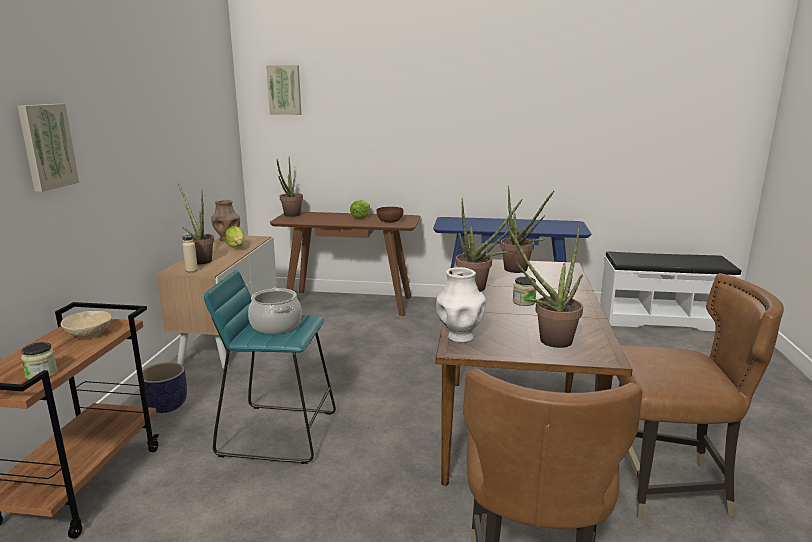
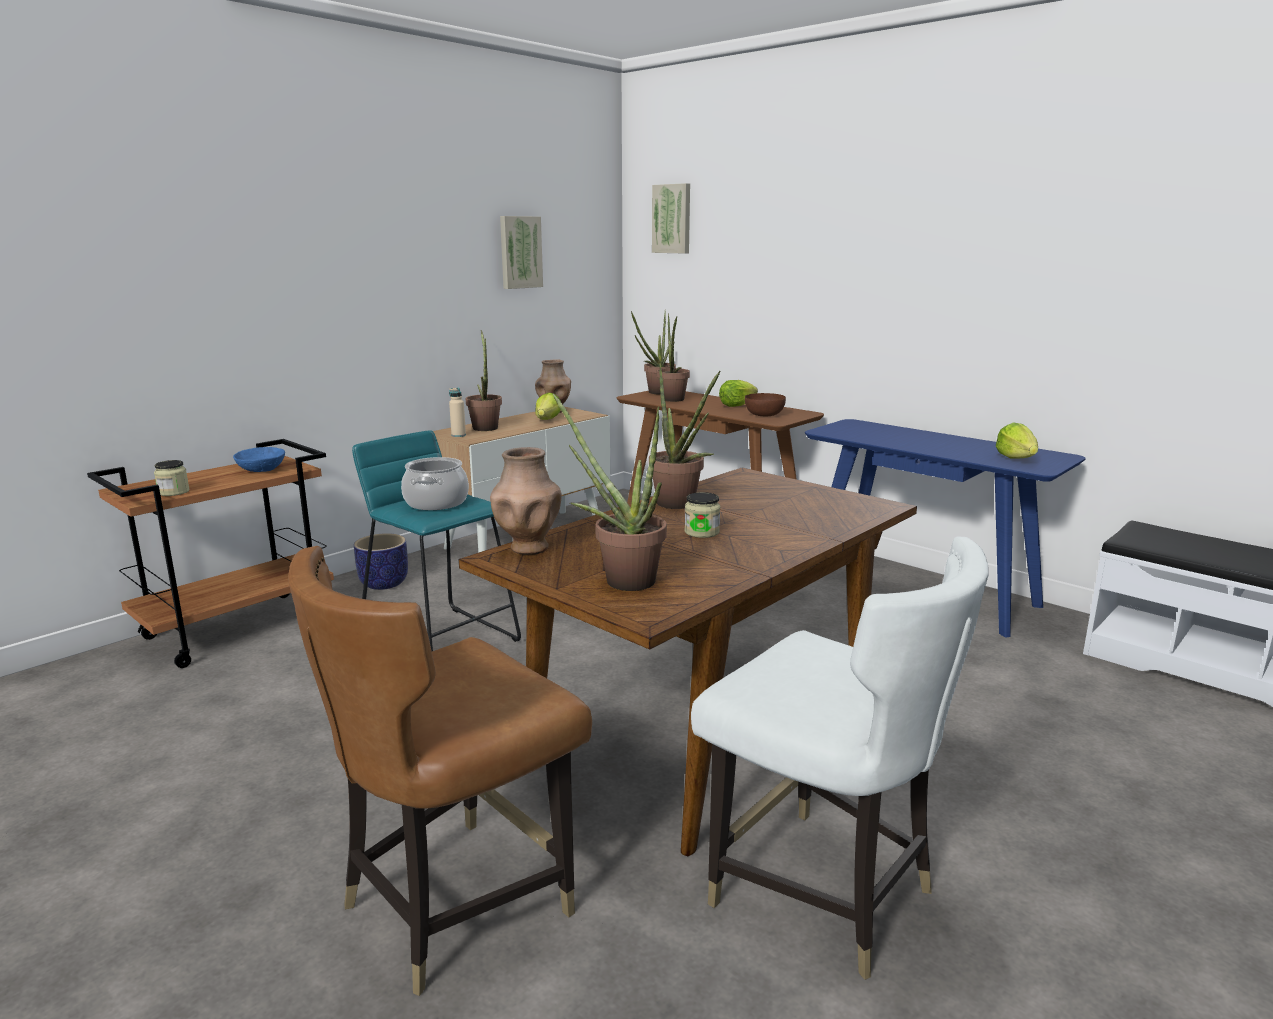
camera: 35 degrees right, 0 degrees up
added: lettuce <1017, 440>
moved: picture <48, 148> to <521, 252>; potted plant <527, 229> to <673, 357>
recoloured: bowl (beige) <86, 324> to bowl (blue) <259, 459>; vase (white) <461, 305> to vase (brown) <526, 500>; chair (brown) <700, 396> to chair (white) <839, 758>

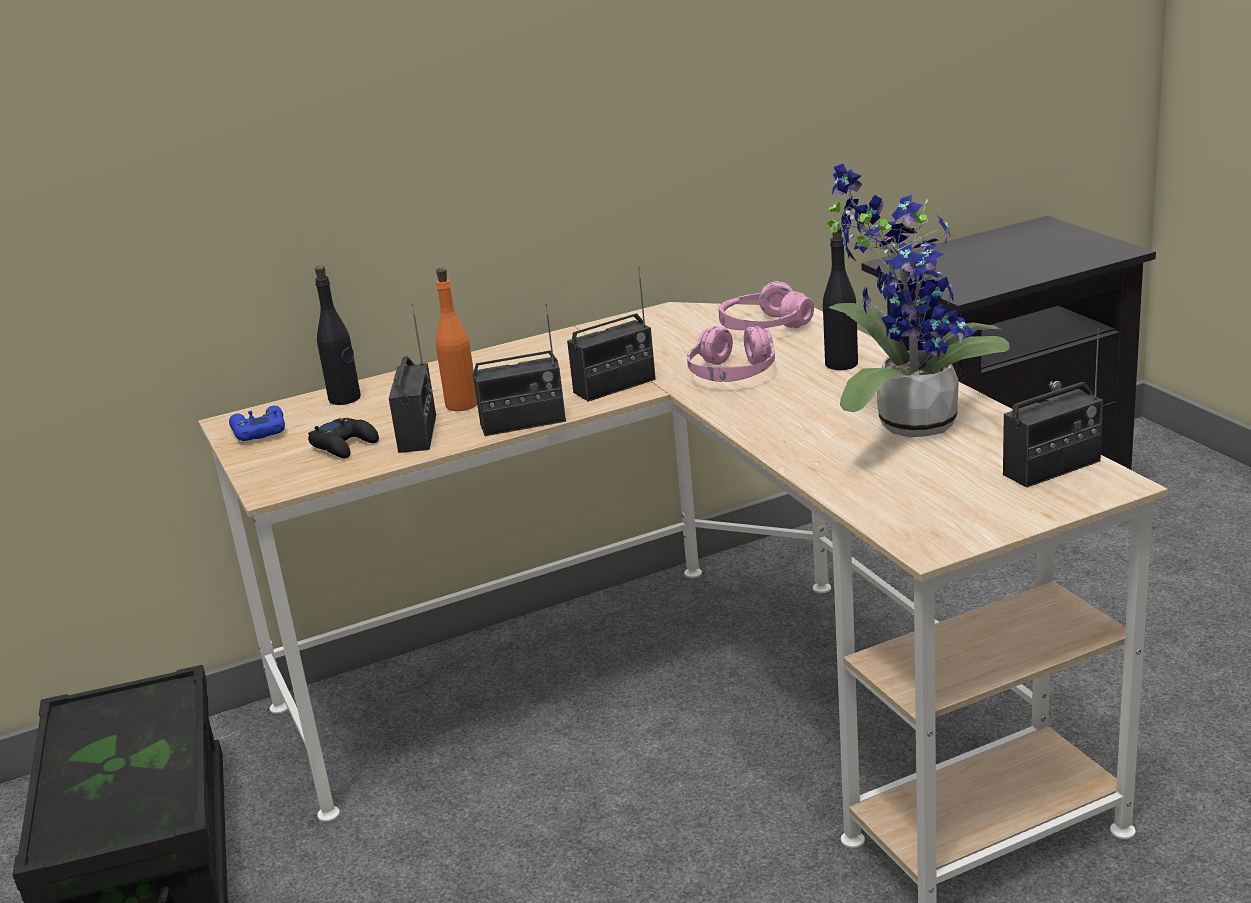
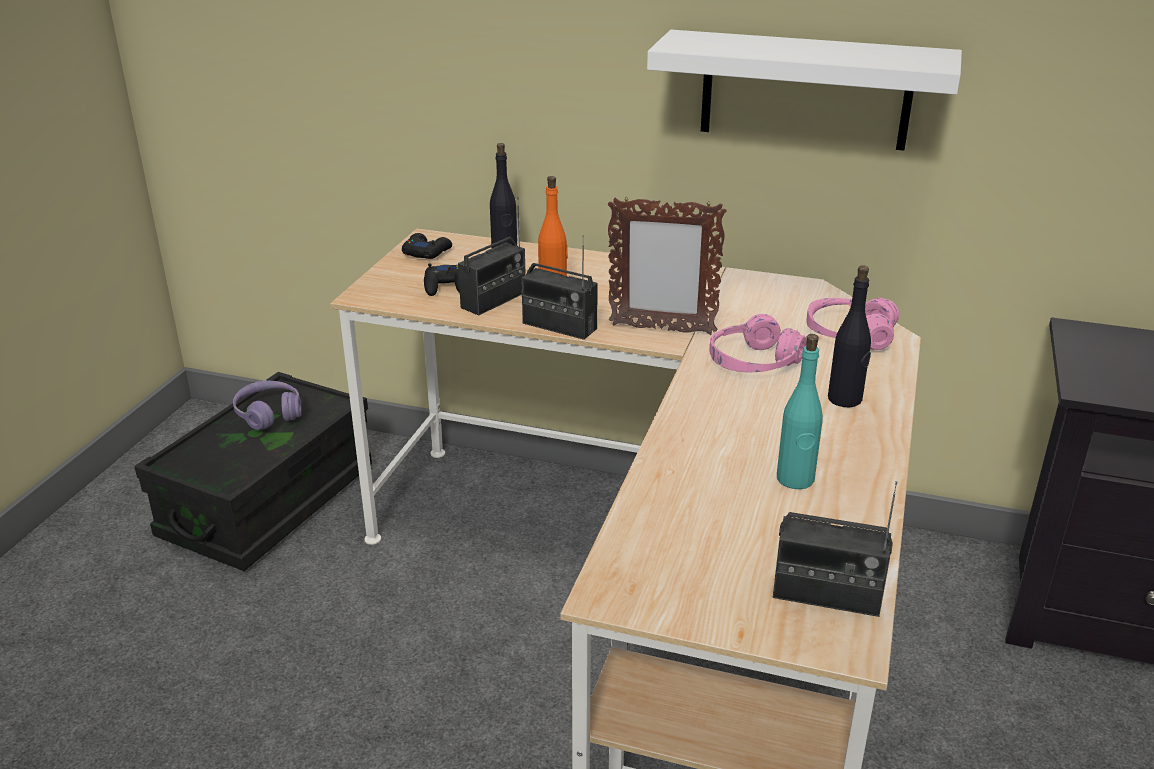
camera: 40 degrees right, 5 degrees up
added: headphones (purple) <267, 405>; shelf (white) <804, 90>
replaced: radio <611, 334> to picture frame <667, 266>; potted plant <919, 300> to bottle (turquoise) <800, 411>
recoloured: game controller (blue) <257, 423> to game controller (black) <427, 246>

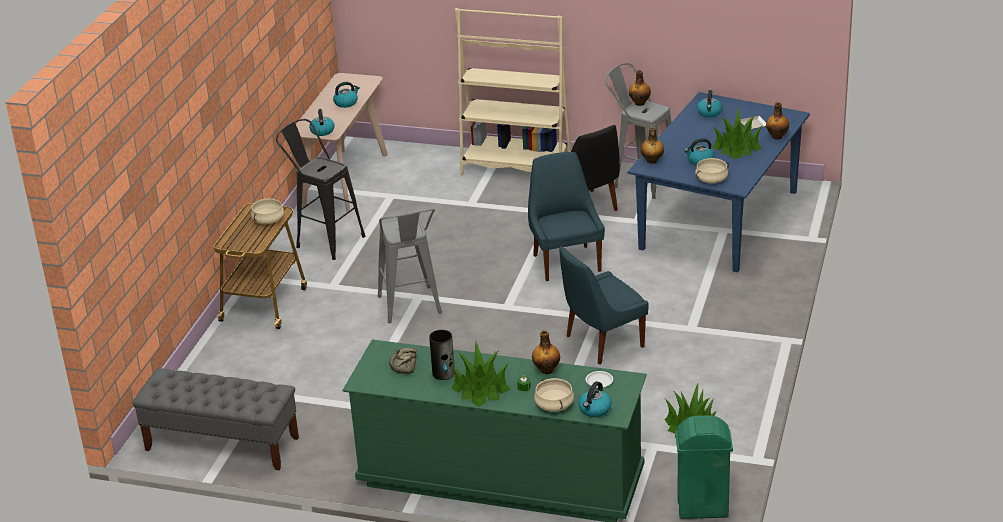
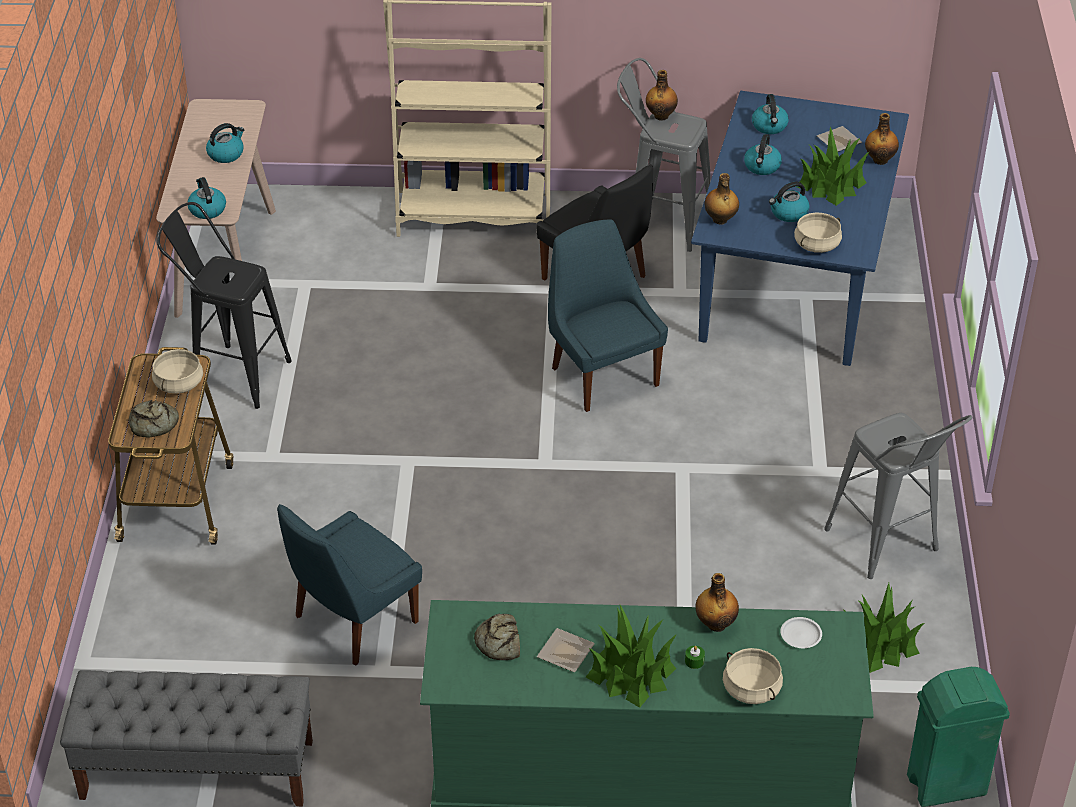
camera: 15 degrees left, 10 degrees up
added: bread <154, 418>
moved: stool (grey) <410, 266> to <898, 496>; chair (blue) <604, 305> to <349, 585>; kettle <595, 399> to <763, 154>
replaced: vase <442, 355> to plate <566, 650>

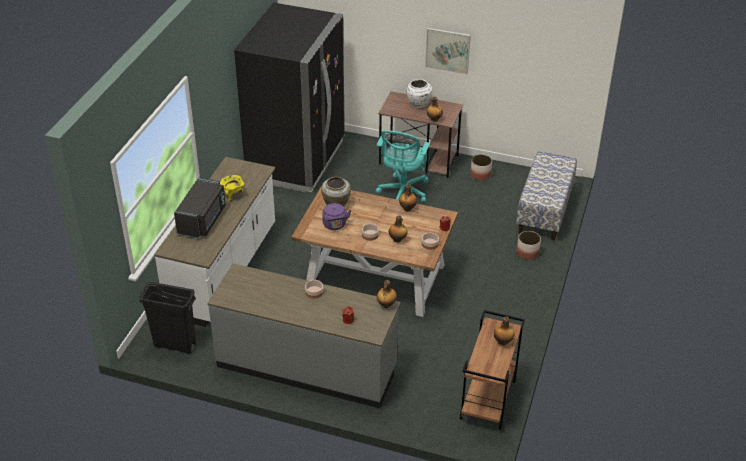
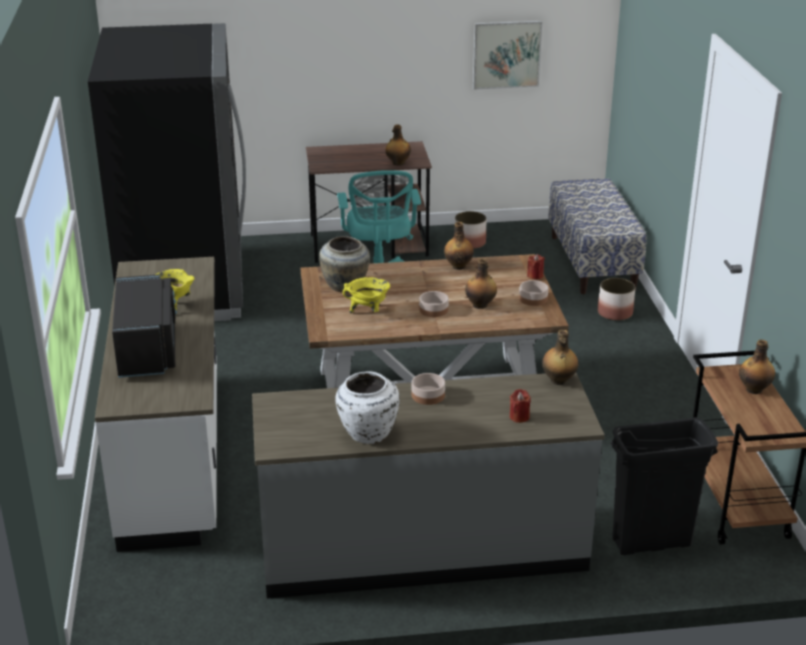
camera: 25 degrees left, 10 degrees down
moved: trash can (black) <167, 317> to <664, 486>; vase (white) <419, 94> to <367, 407>; picture <448, 51> to <507, 55>
replaced: kettle (purple) <336, 216> to cooking pot (yellow) <366, 295>

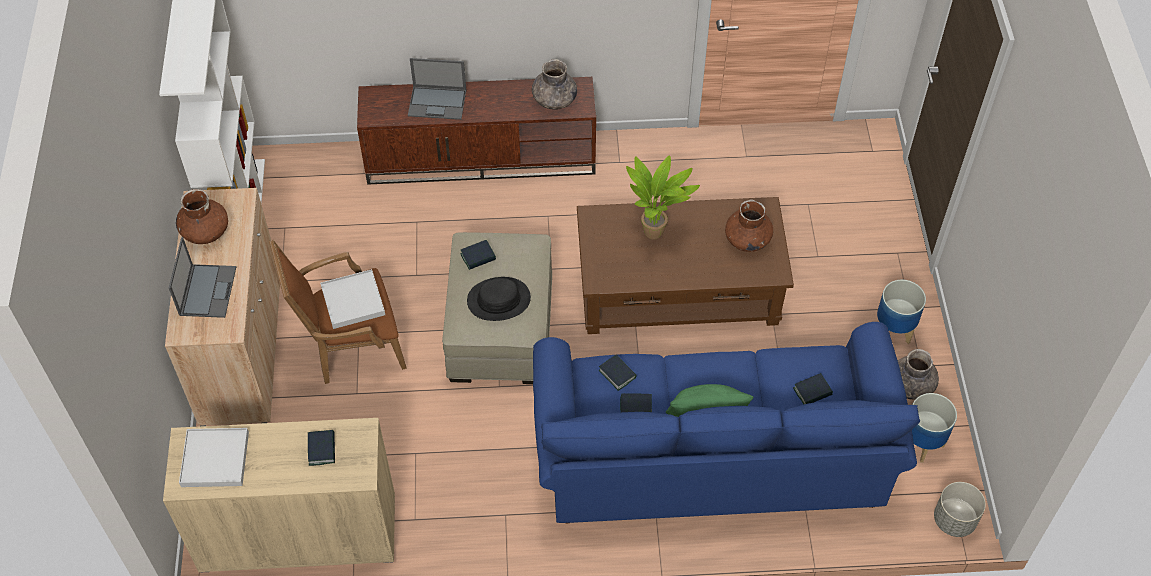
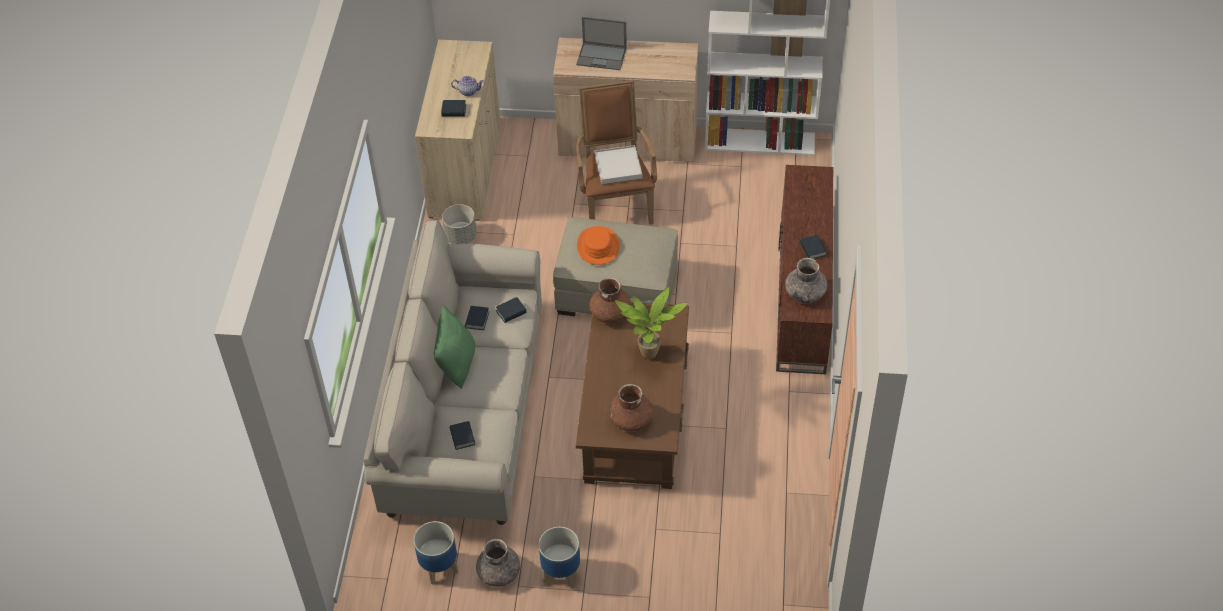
camera: 100 degrees right, 5 degrees down
removed: tray (white) <214, 457>; laptop <437, 89>
added: teapot <467, 86>
moved: vase (brown) <202, 216> to <610, 300>; book <478, 255> to <813, 247>; planter (grey) <960, 509> to <459, 224>
recoloured: hat (black) <499, 299> to hat (orange) <598, 245>; sofa (blue) <726, 423> to sofa (beige) <453, 372>

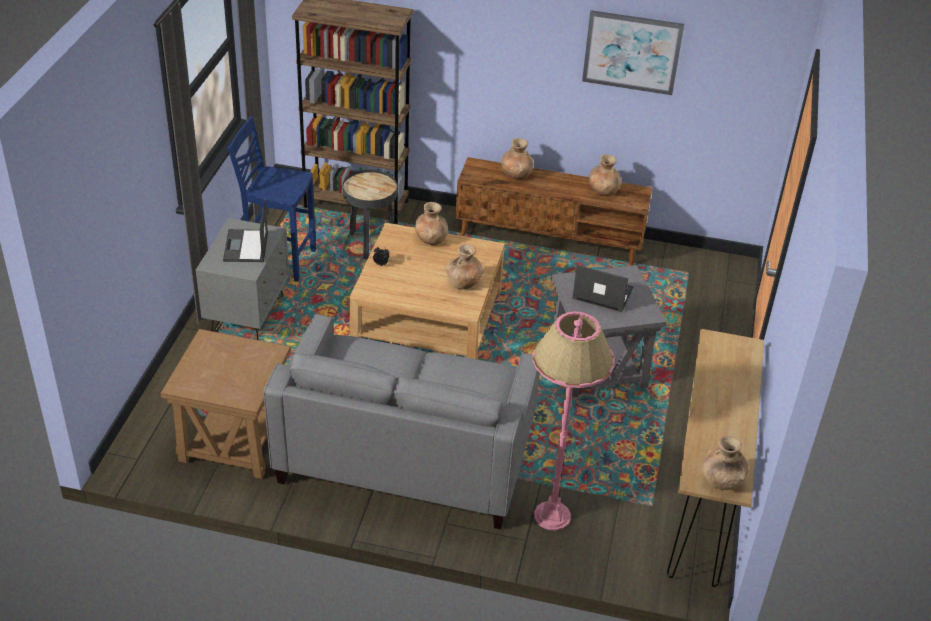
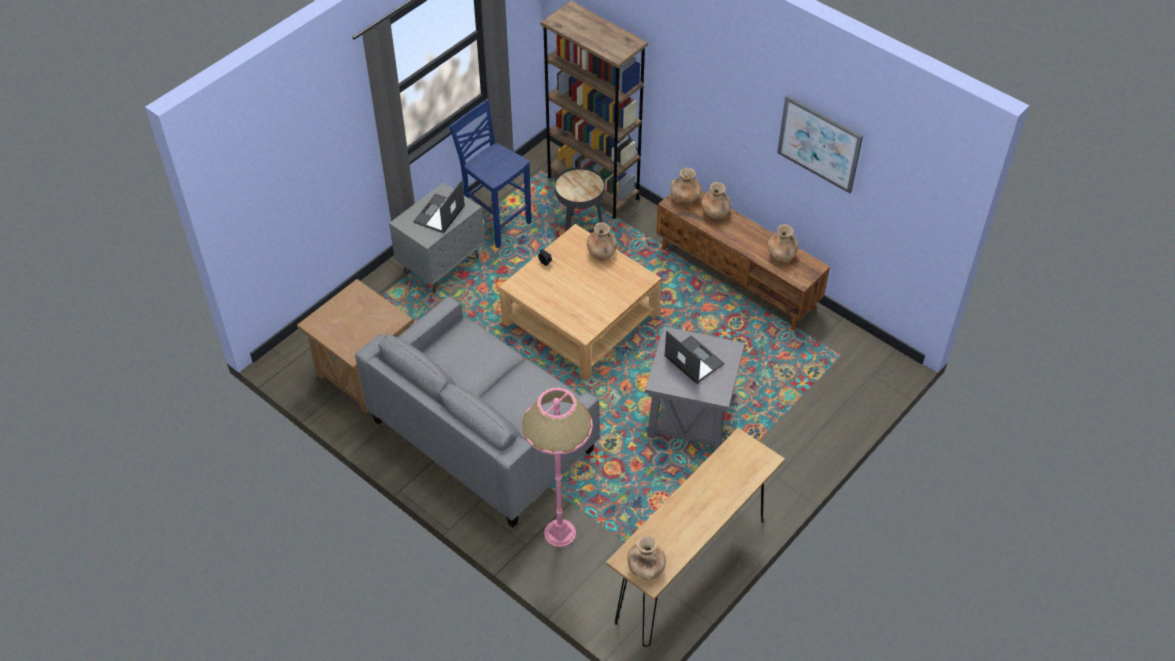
camera: 30 degrees right, 10 degrees up
moved: vase (brown) <464, 267> to <685, 186>

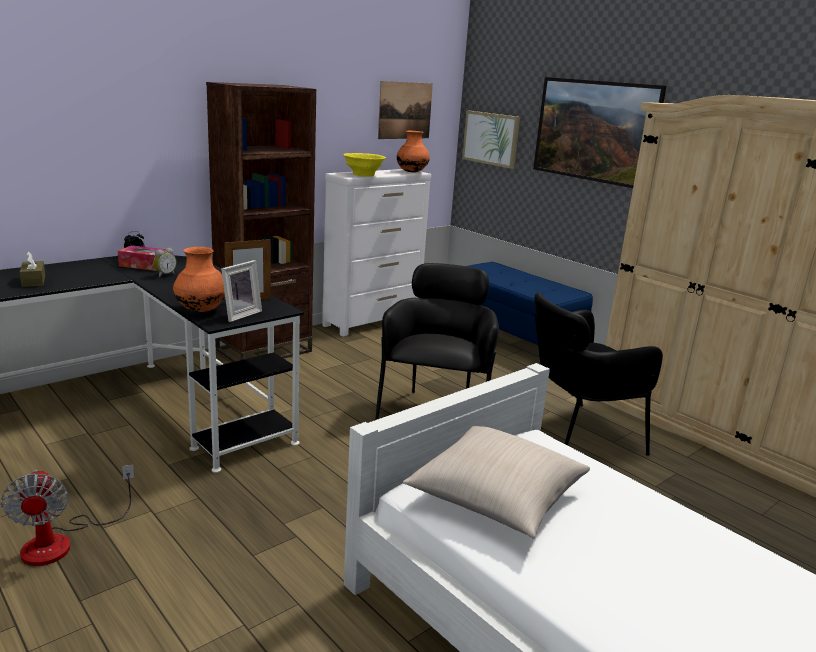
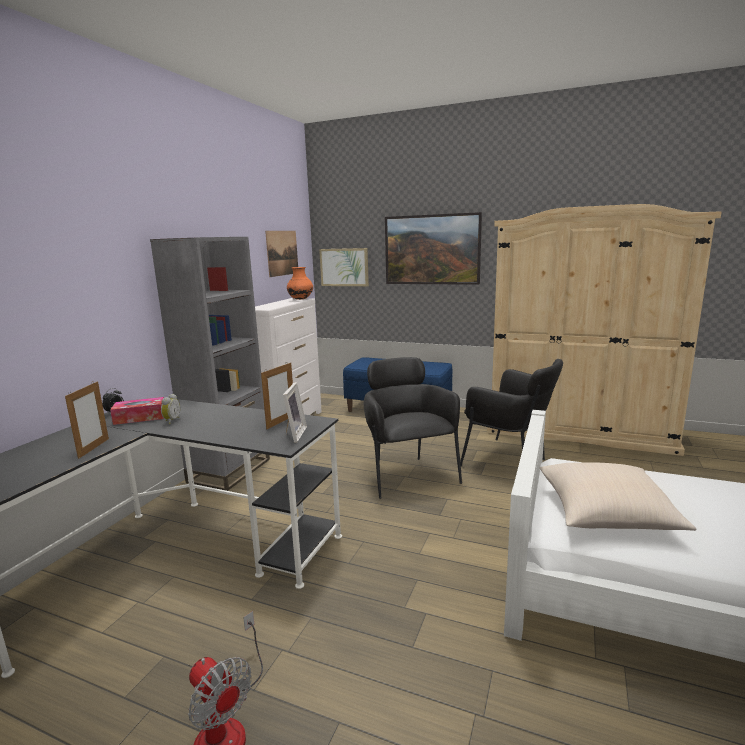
camera: 25 degrees left, 5 degrees down
removed: tissue box (brown) <32, 269>; vase (orange) <199, 279>; bowl (yellow) <364, 165>
added: picture frame <87, 420>
recoloured: bookcase (brown) <261, 222> to bookcase (grey) <210, 364>
turned: armchair (black) <598, 374> = <511, 412> 90 degrees counterclockwise

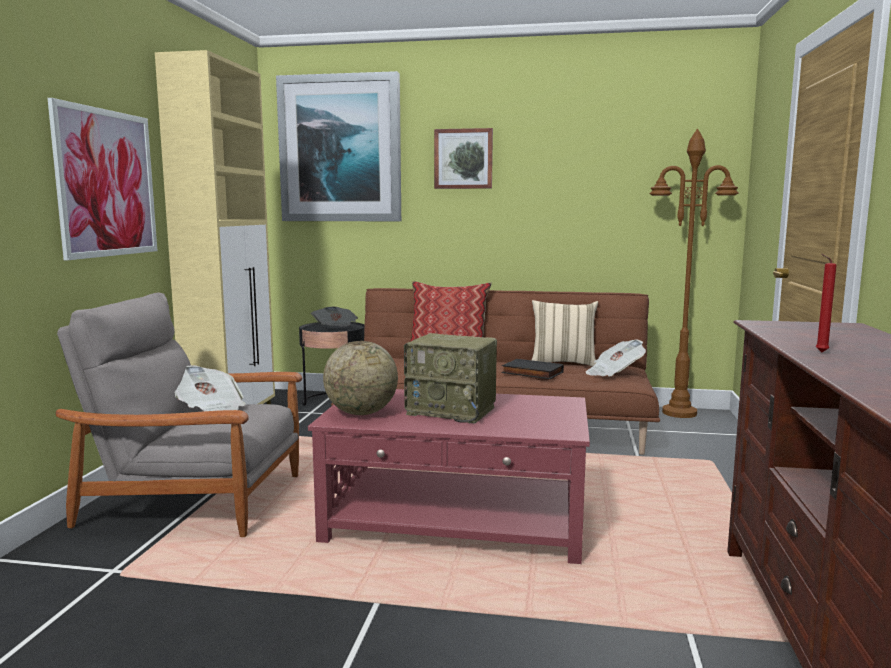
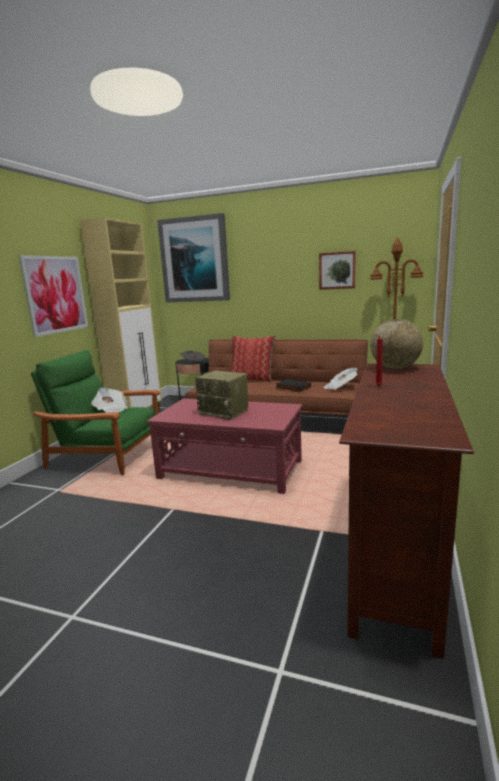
camera: 10 degrees right, 5 degrees up
removed: pillow (beige) <565, 333>
moved: globe <360, 378> to <396, 344>; picture <463, 158> to <337, 270>
recoloured: armchair (grey) <179, 414> to armchair (green) <95, 412>

